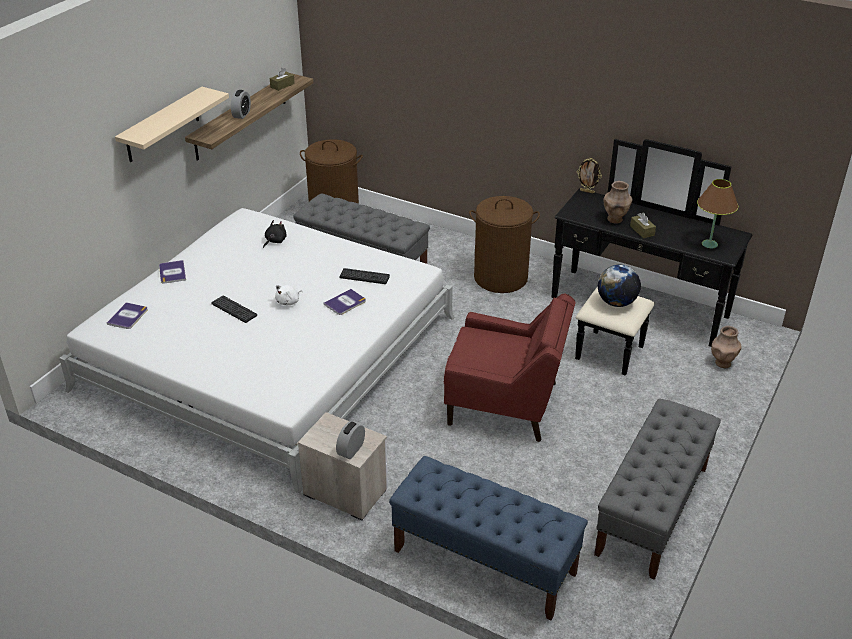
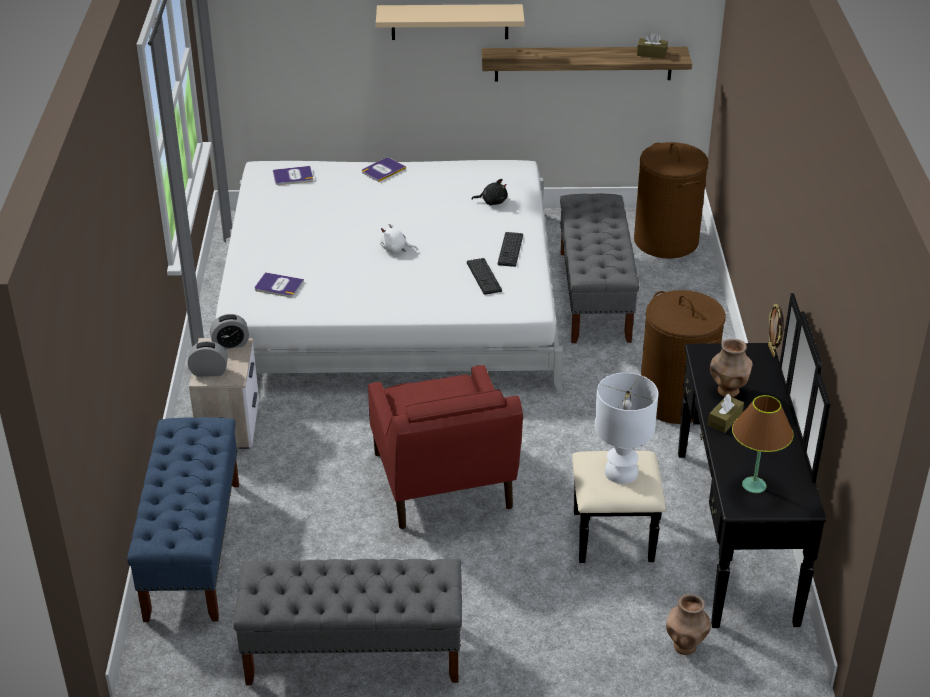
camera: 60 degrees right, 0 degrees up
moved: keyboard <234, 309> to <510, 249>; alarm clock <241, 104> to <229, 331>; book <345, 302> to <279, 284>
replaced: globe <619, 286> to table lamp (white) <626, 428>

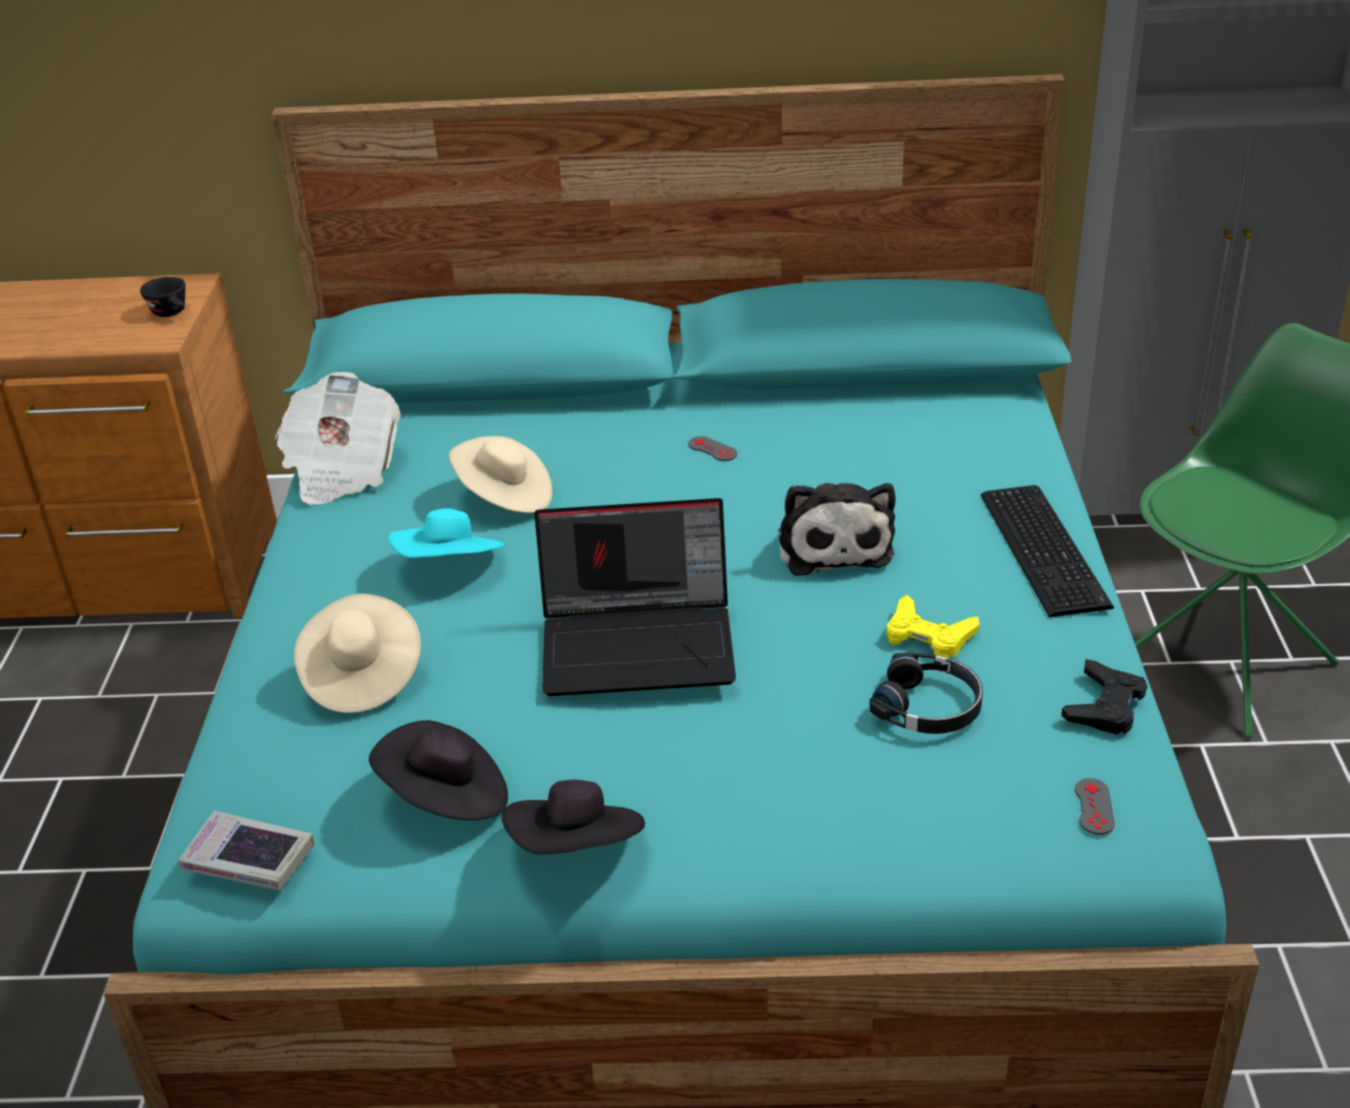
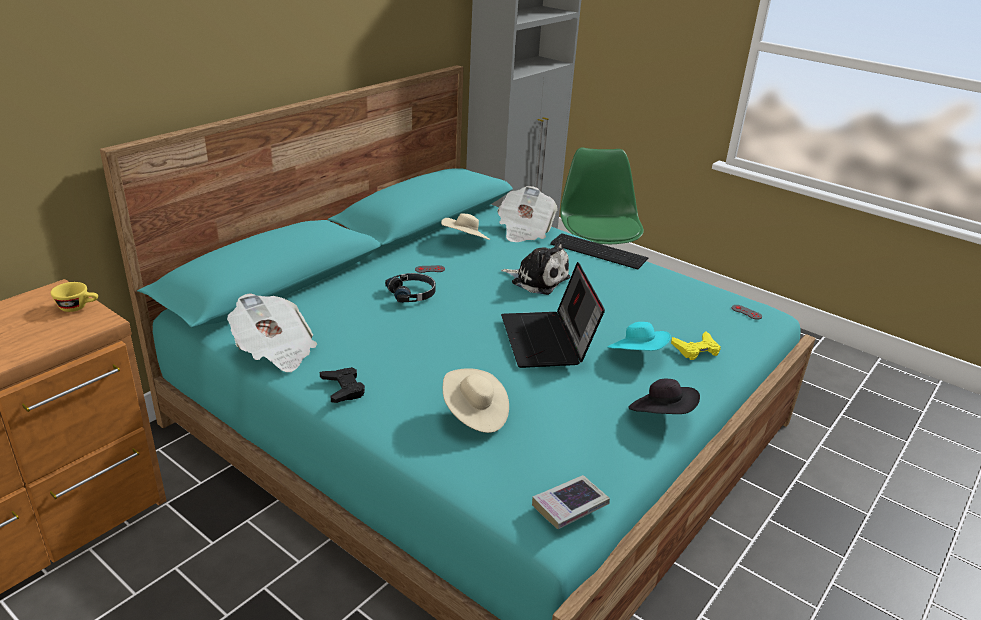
camera: 55 degrees left, 5 degrees down
removed: hat (black) <438, 770>
added: newspaper <527, 214>
moved: hat (turquoise) <446, 533> to <639, 336>; hat (beige) <500, 474> to <465, 226>; headphones (black) <926, 693> to <410, 288>; game controller (yellow) <933, 626> to <696, 346>; game controller (black) <1104, 697> to <342, 385>
recoloured: cup (black) <163, 297> to cup (yellow) <74, 297>
turned: laptop <635, 597> = <553, 315> 135 degrees clockwise

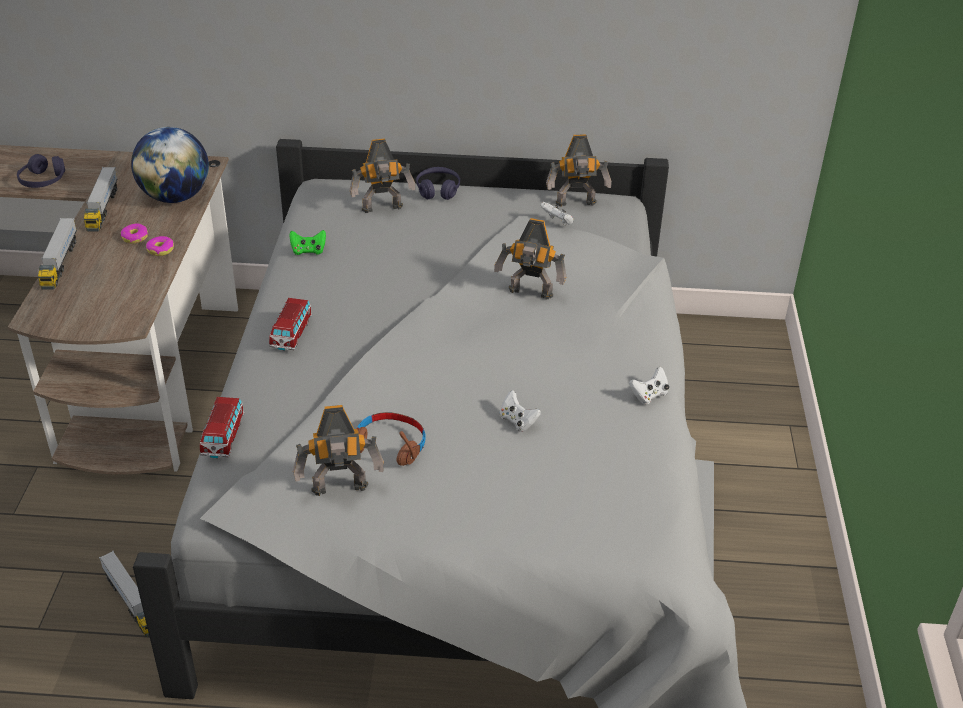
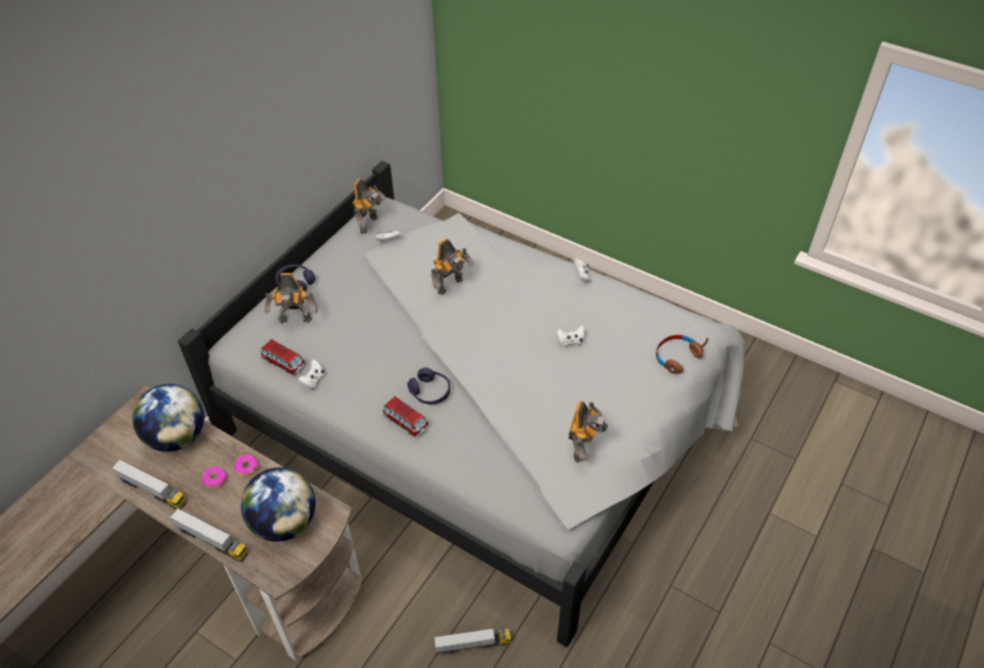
camera: 60 degrees left, 10 degrees up
added: globe <278, 504>
moved: headphones (purple) <41, 171> to <429, 386>; toy car <222, 427> to <283, 357>; headphones (brown) <391, 439> to <682, 354>
recoloured: game controller (green) <307, 242> to game controller (white) <311, 374>
turned: toy robot <382, 176> = <291, 298> 75 degrees clockwise

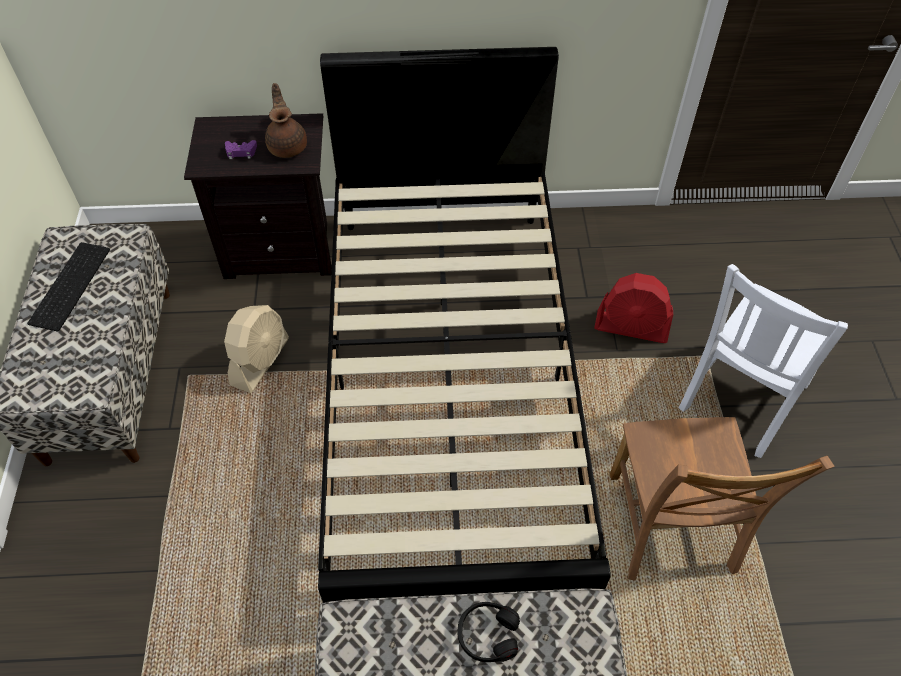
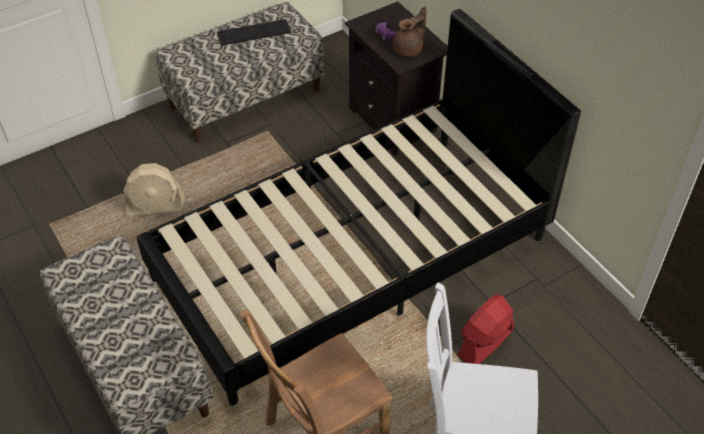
camera: 60 degrees right, 5 degrees down
removed: headphones (black) <489, 632>
moved: fan (beige) <256, 349> to <154, 189>
turned: fan (red) <633, 308> = <485, 329> 60 degrees clockwise

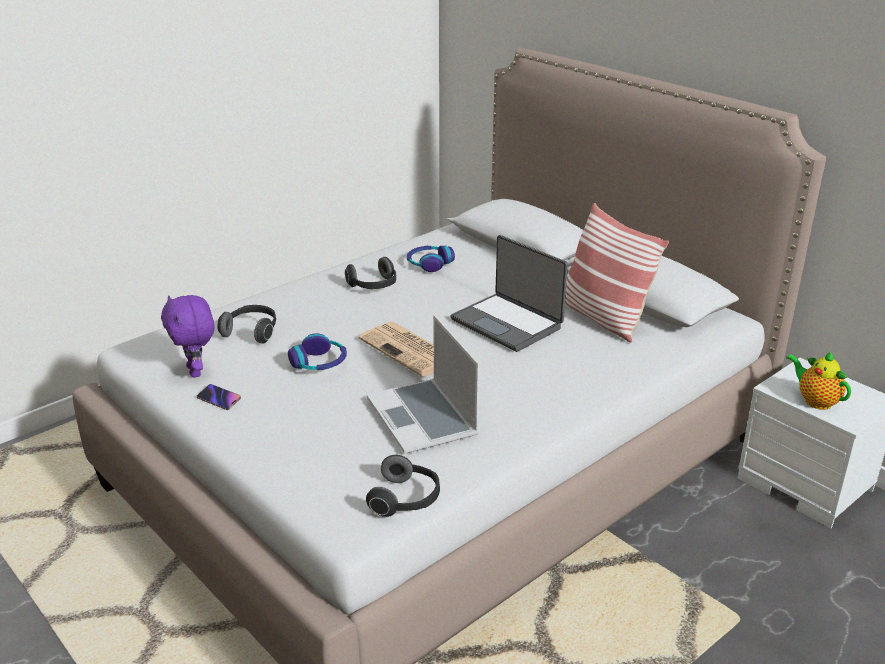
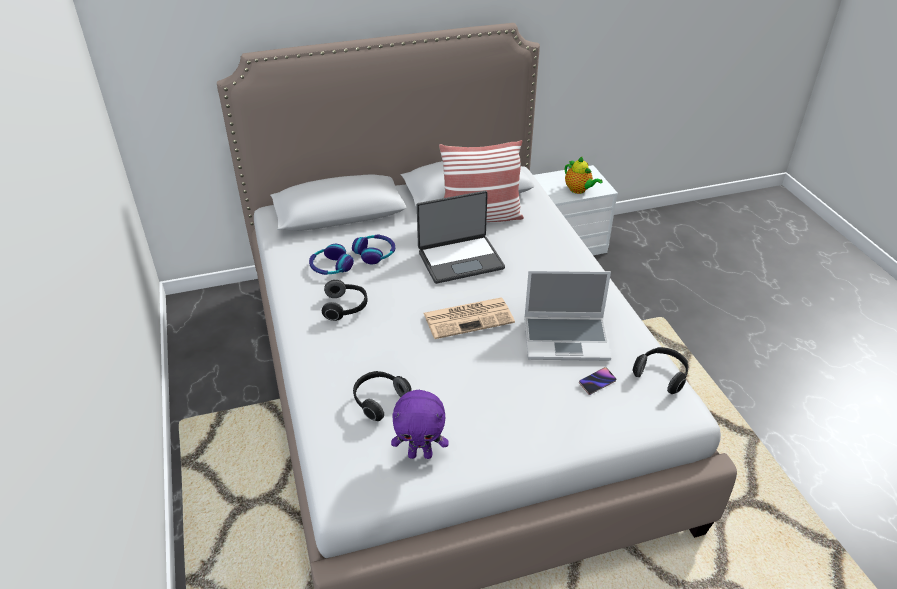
camera: 65 degrees left, 10 degrees up
moved: phone <219, 397> to <598, 381>; headphones <317, 351> to <373, 249>
turned: teapot <818, 380> = <584, 175> 120 degrees counterclockwise

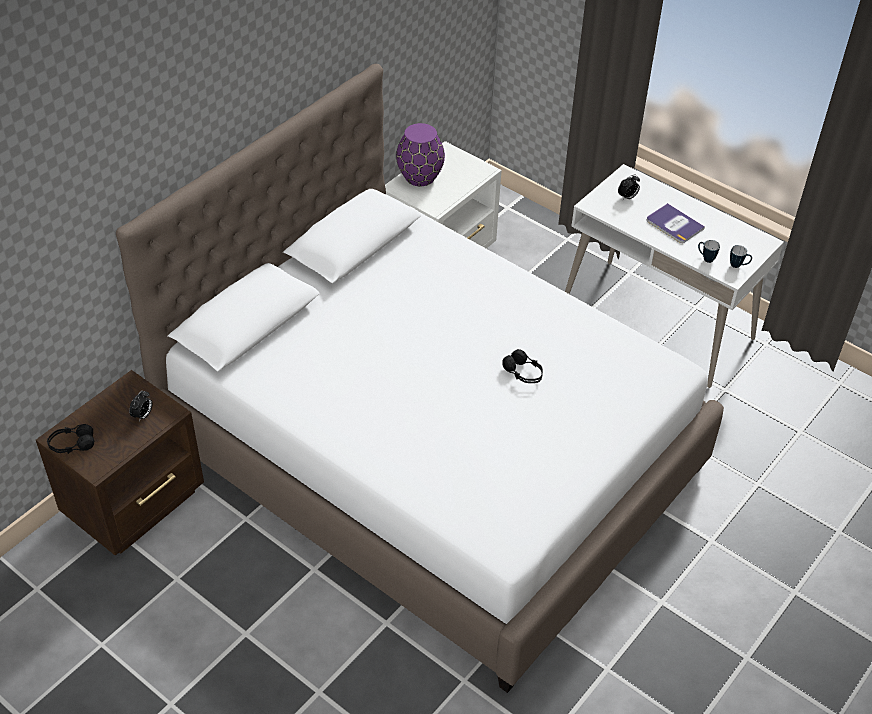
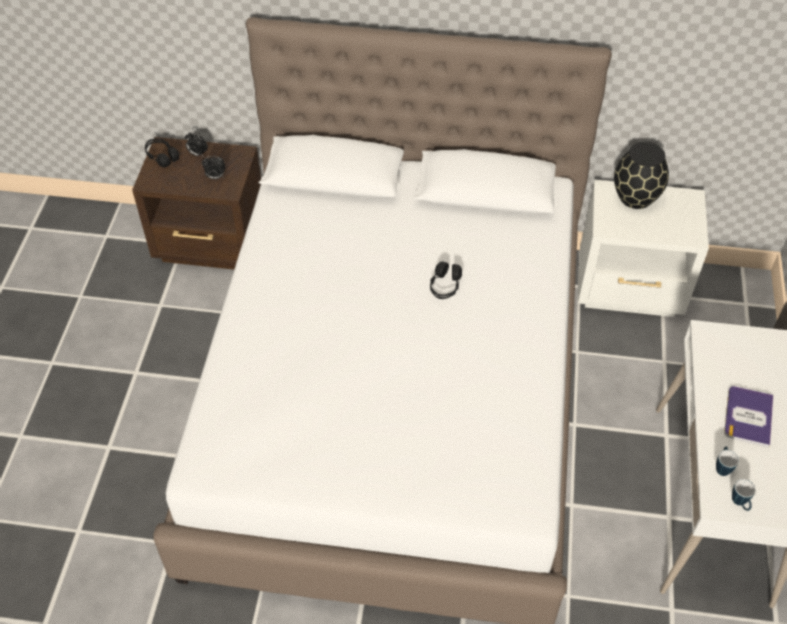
camera: 60 degrees right, 5 degrees up
moved: headphones (black) <522, 366> to <446, 280>; alarm clock <629, 187> to <196, 144>
recoloured: vase (purple) <420, 154> to vase (black) <641, 175>

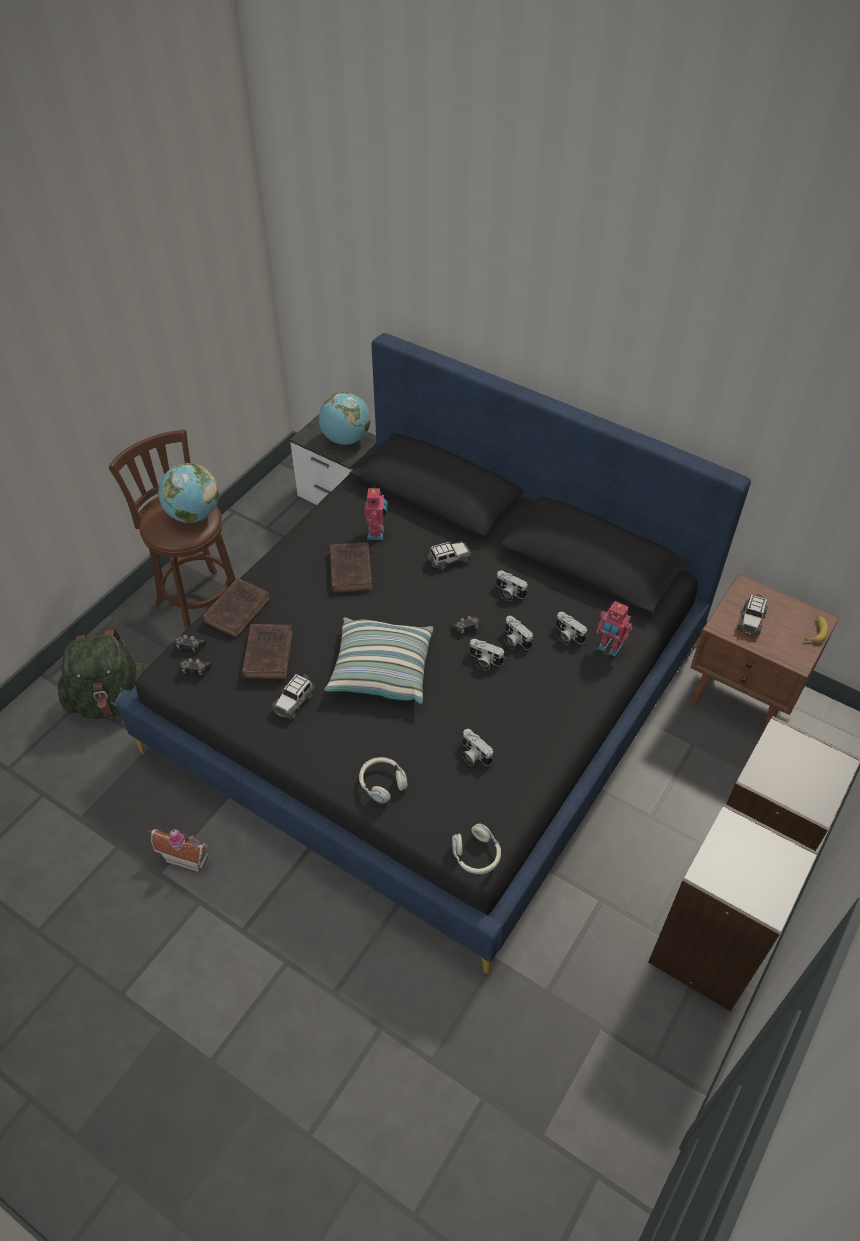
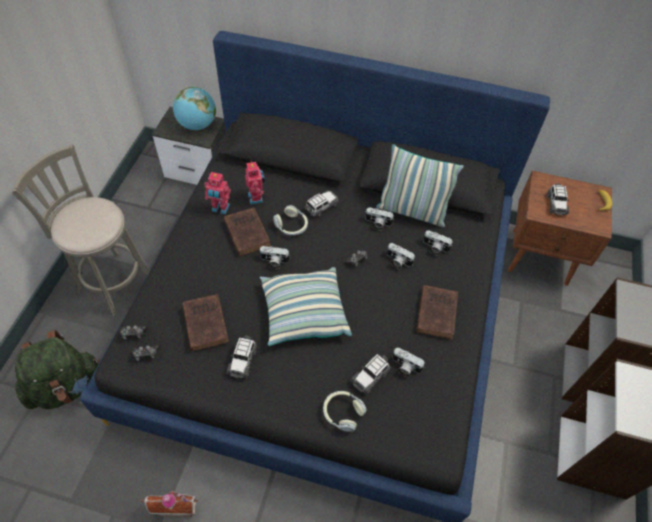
camera: 20 degrees left, 5 degrees up
removed: globe <188, 493>
added: toy car <370, 374>; pillow <420, 185>
moved: book (brown) <236, 607> to <437, 312>; headphones <476, 848> to <290, 220>; photo camera <487, 655> to <274, 257>; toy robot <614, 629> to <217, 193>
recoloured: stool (brown) <172, 530> to stool (grey) <81, 231>

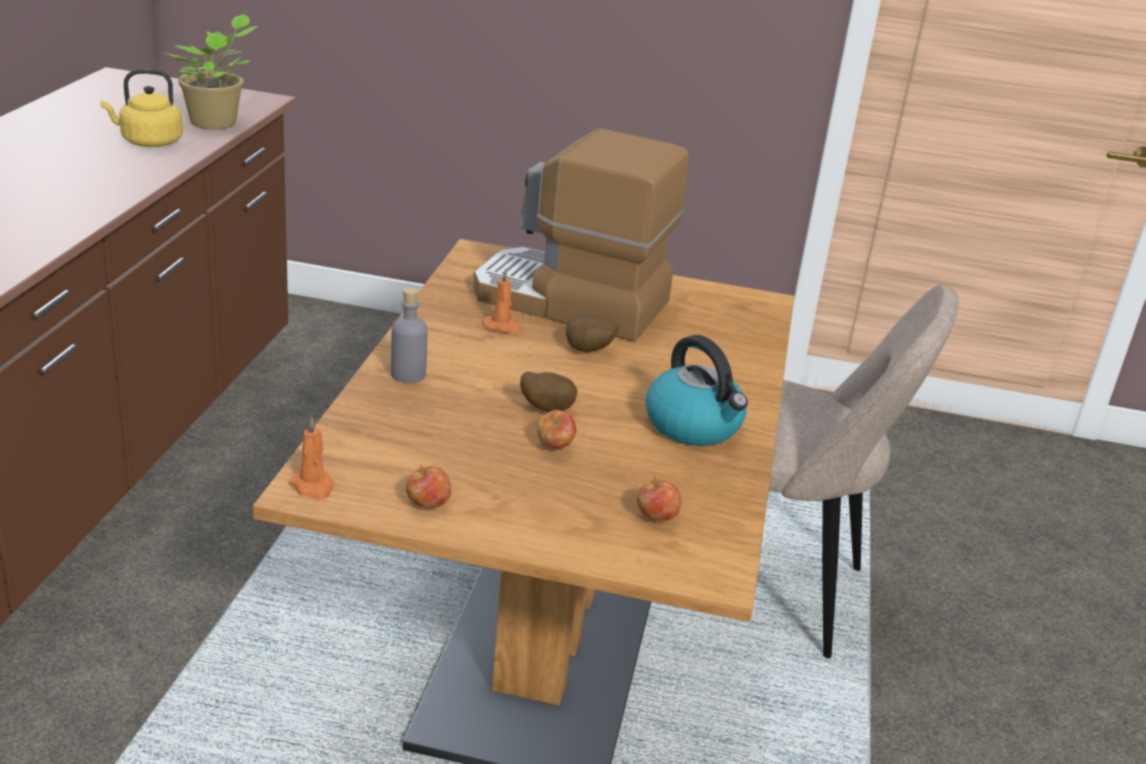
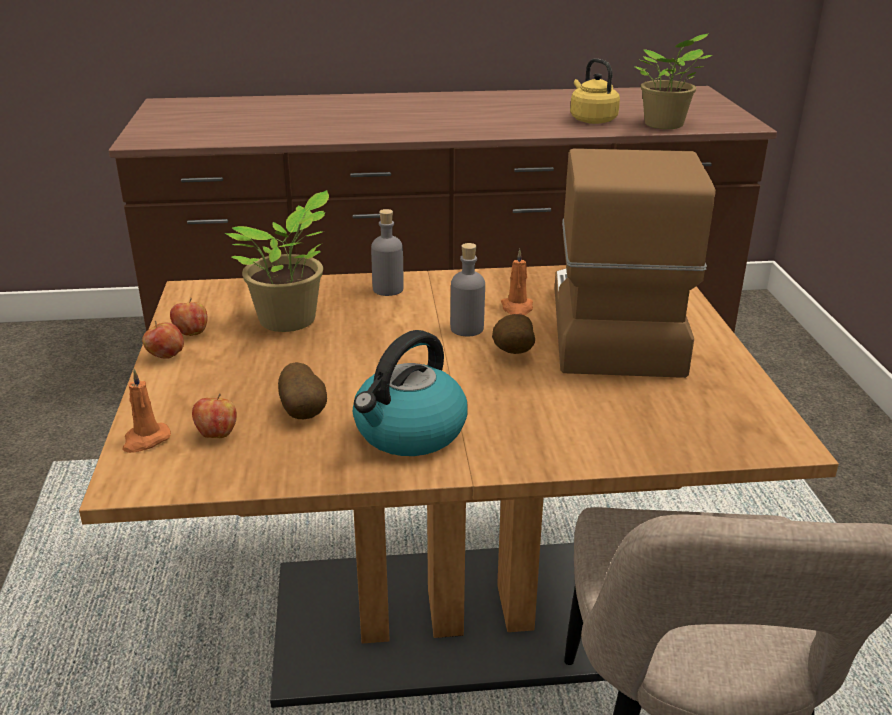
camera: 75 degrees right, 0 degrees up
added: potted plant <277, 261>; bottle (grey) <467, 289>
moved: candle (orange) <311, 458> to <146, 411>; potato <549, 391> to <302, 390>; apple <556, 429> to <163, 340>

